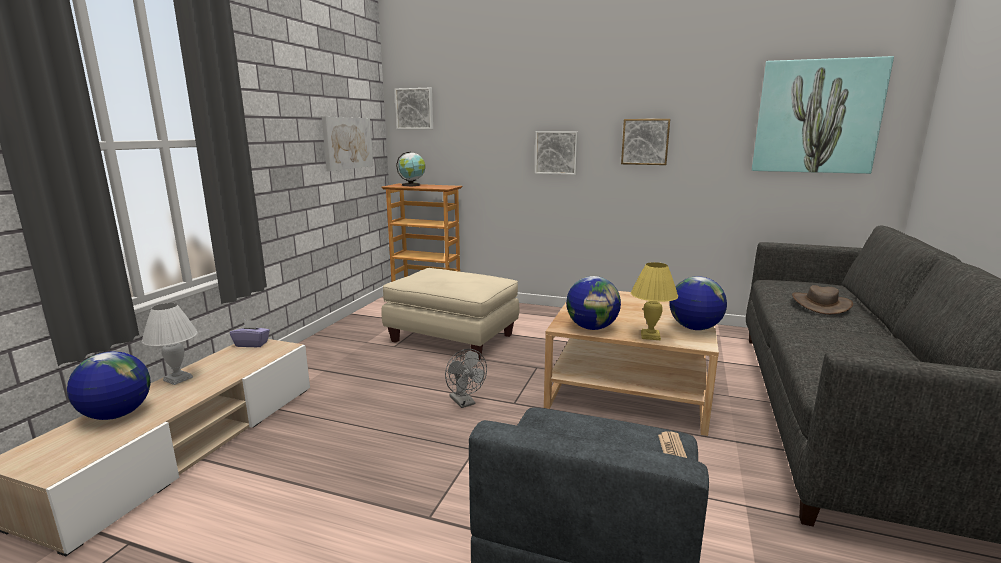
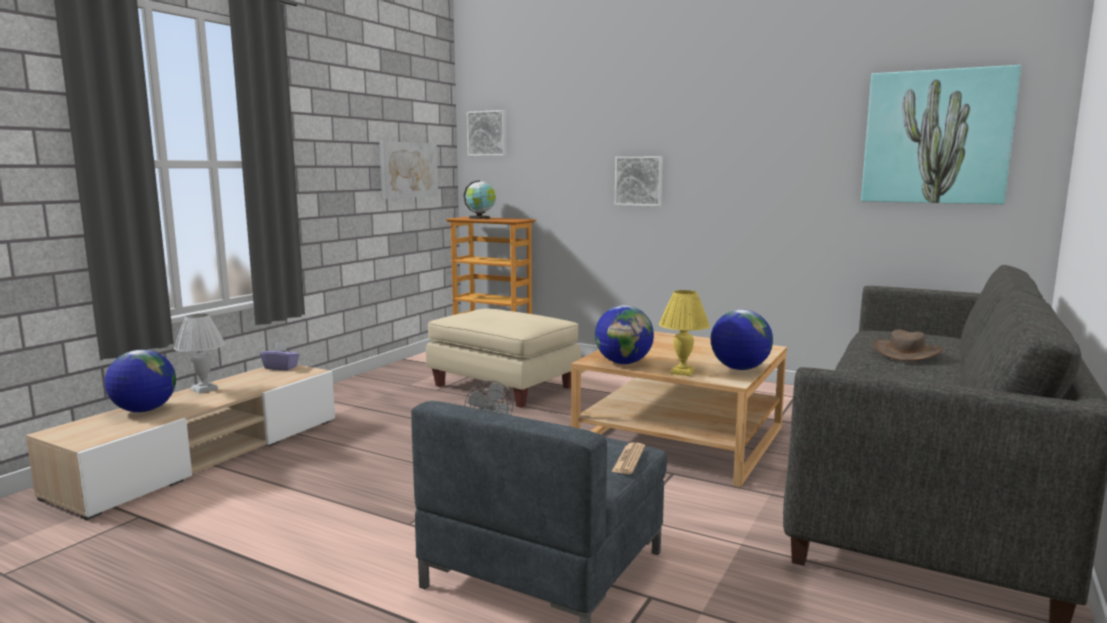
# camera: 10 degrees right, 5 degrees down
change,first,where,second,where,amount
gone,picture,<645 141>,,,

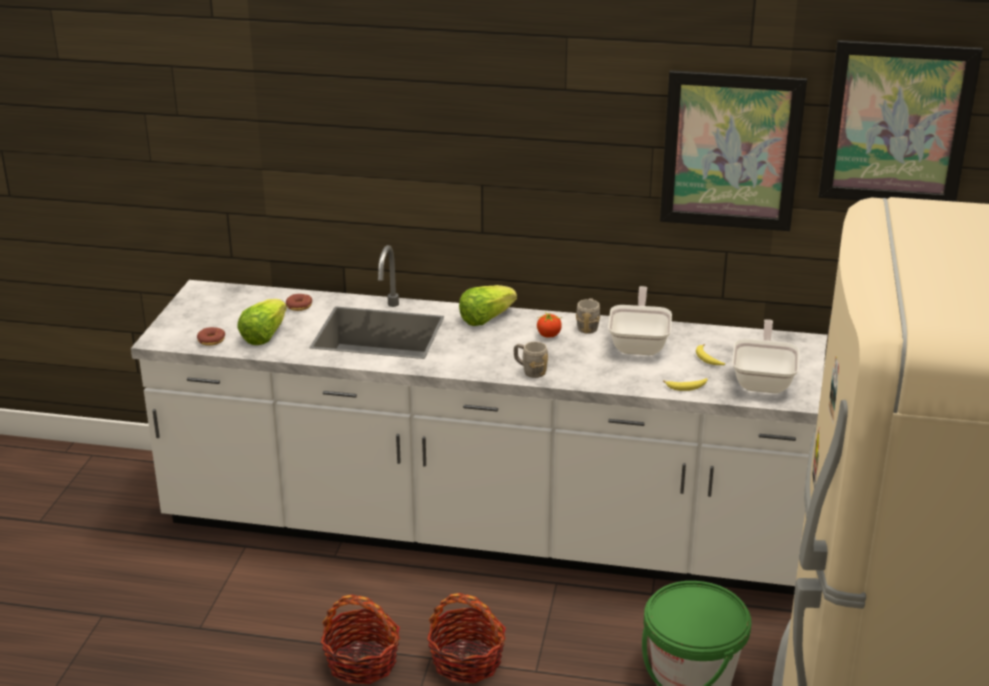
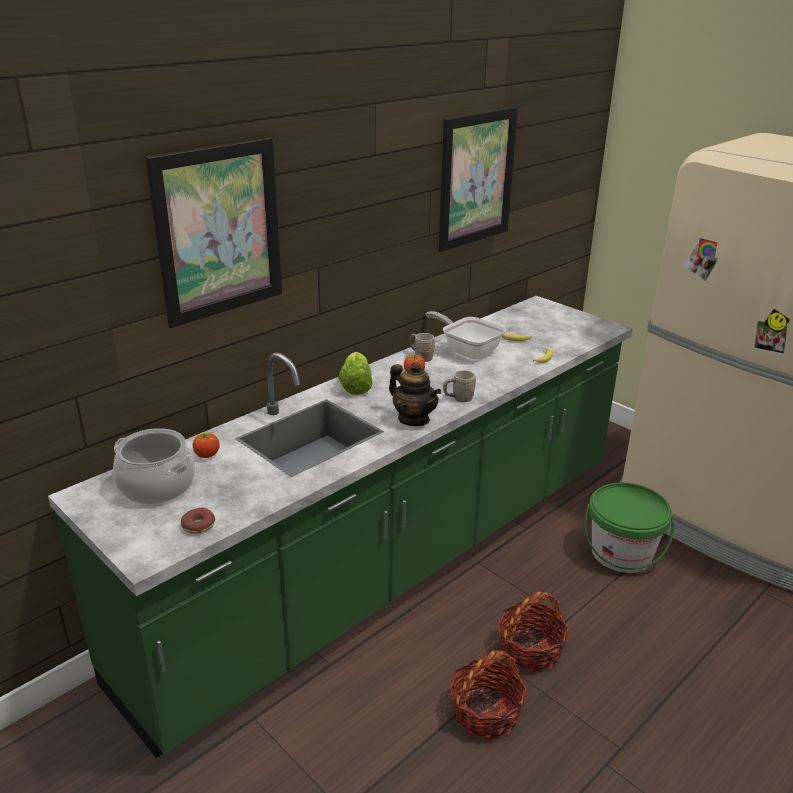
# camera: 55 degrees left, 0 degrees up
change,first,where,second,where,amount
repainted,counter/white,<494 534>,counter/green,<394 564>,
gone,lettuce,<264 335>,,,
swapped,donut,<299 306>,tomato,<207 455>,
gone,frying pan,<764 380>,,,
shifted,picture,<897 124>,,<219 231>,
new,,,cooking pot,<156 486>,
new,,,teapot,<414 419>,

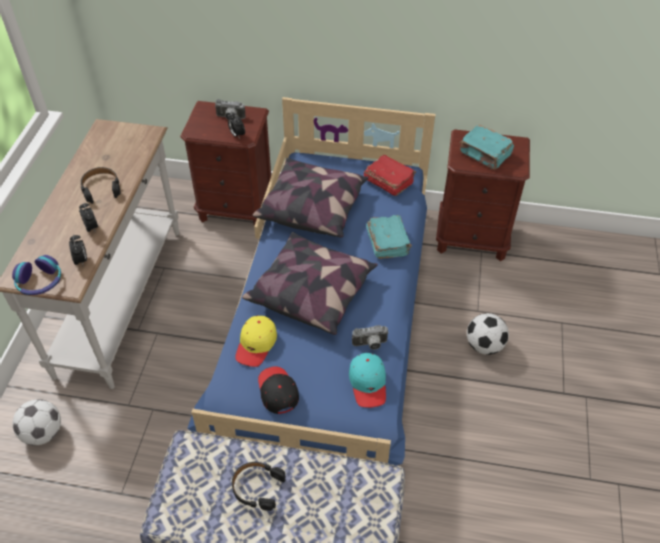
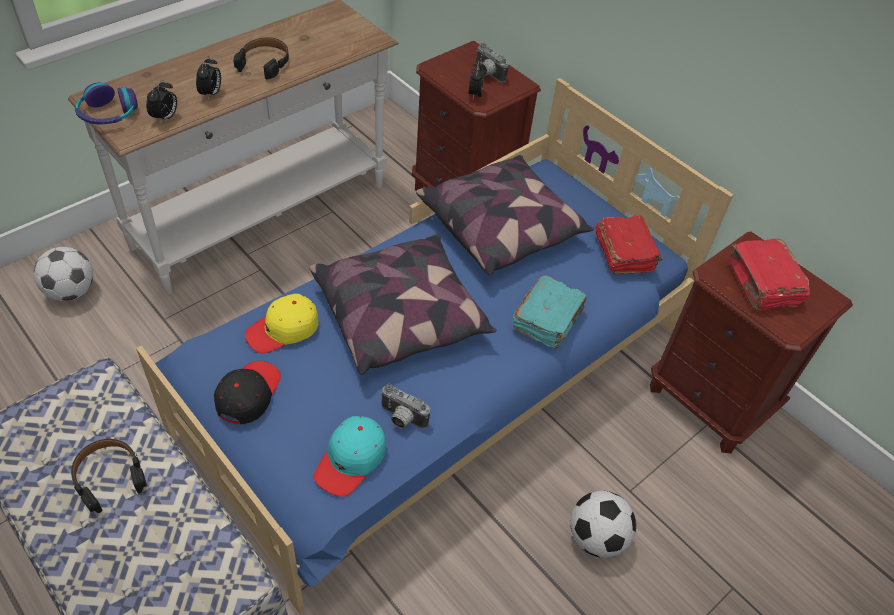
# camera: 35 degrees right, 0 degrees up
change,first,where,second,where,amount
repainted,book/turquoise,<485 154>,book/red,<762 285>,

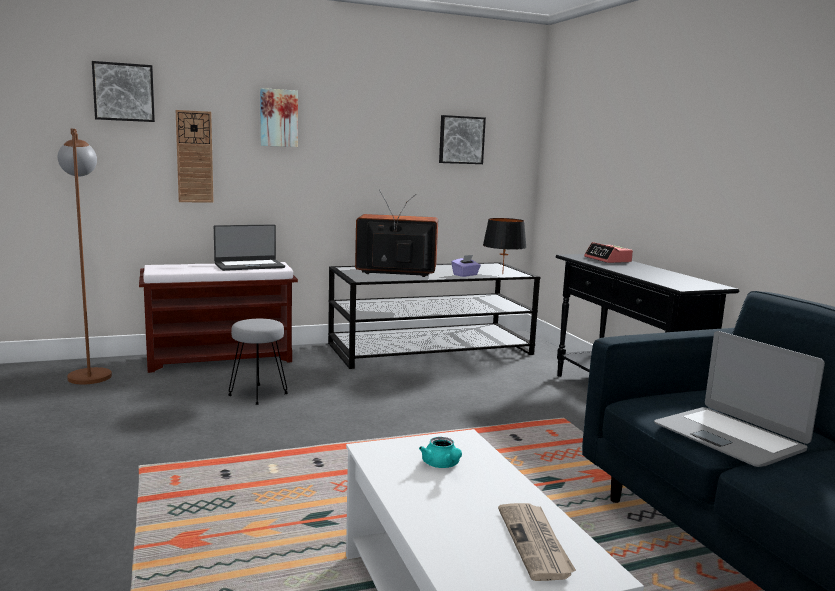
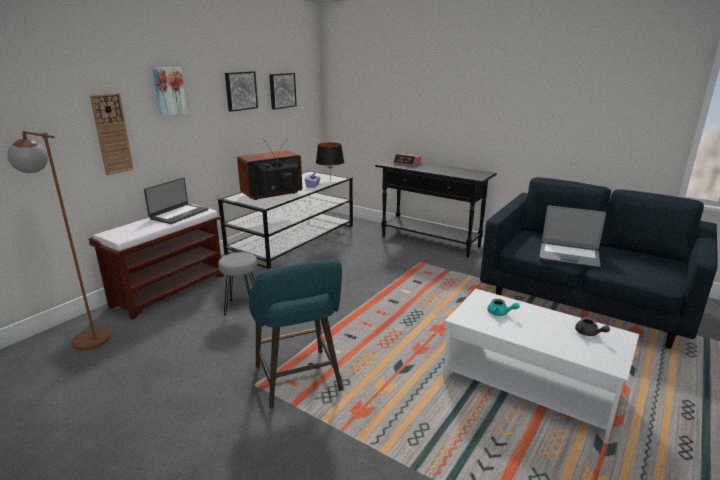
# camera: 35 degrees left, 10 degrees up
change,first,where,second,where,amount
shifted,picture,<124 92>,,<240 90>,
swapped,newspaper,<535 543>,teapot/grey,<589 333>,
new,,,stool/turquoise,<299 382>,

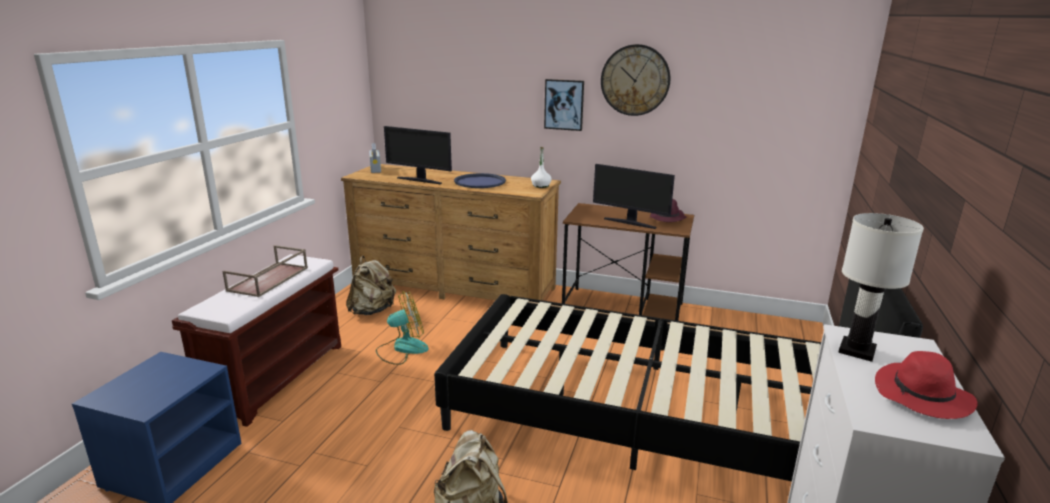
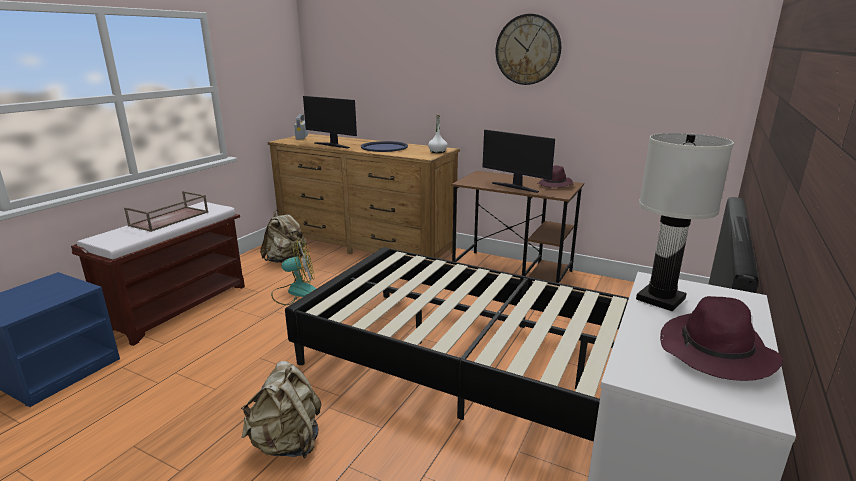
# camera: 10 degrees right, 0 degrees up
change,first,where,second,where,amount
gone,picture,<564 104>,,,
repainted,hat/red,<922 396>,hat/purple,<716 353>,

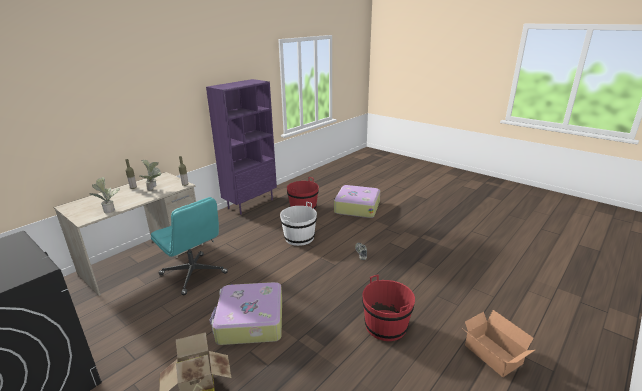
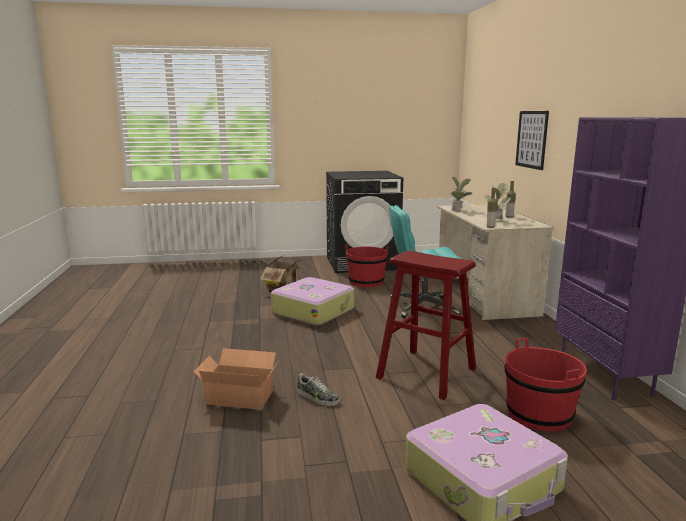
# camera: 130 degrees right, 10 degrees down
change,first,where,second,where,amount
swapped,bucket/white,<299 237>,stool/red,<427 373>,
shifted,bucket/red,<386 325>,,<366 282>,
shifted,cardboard box,<492 356>,,<239 395>,
new,,,picture,<531 139>,

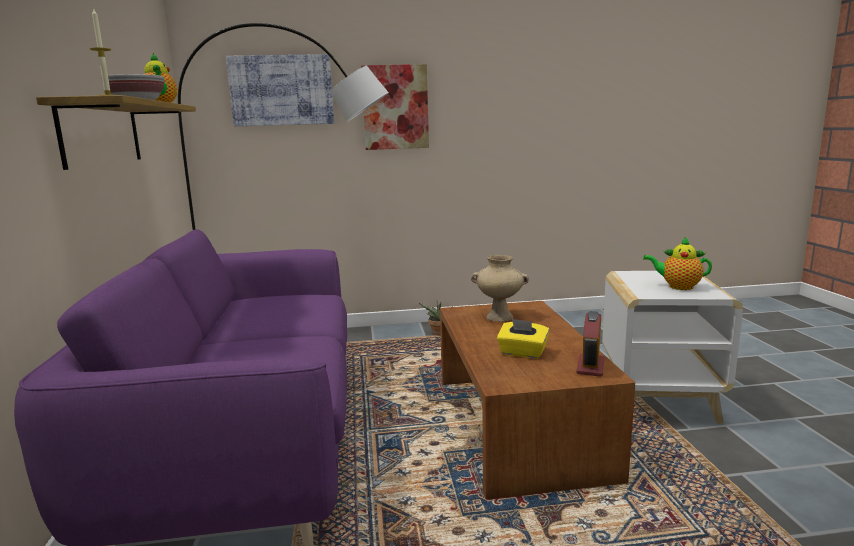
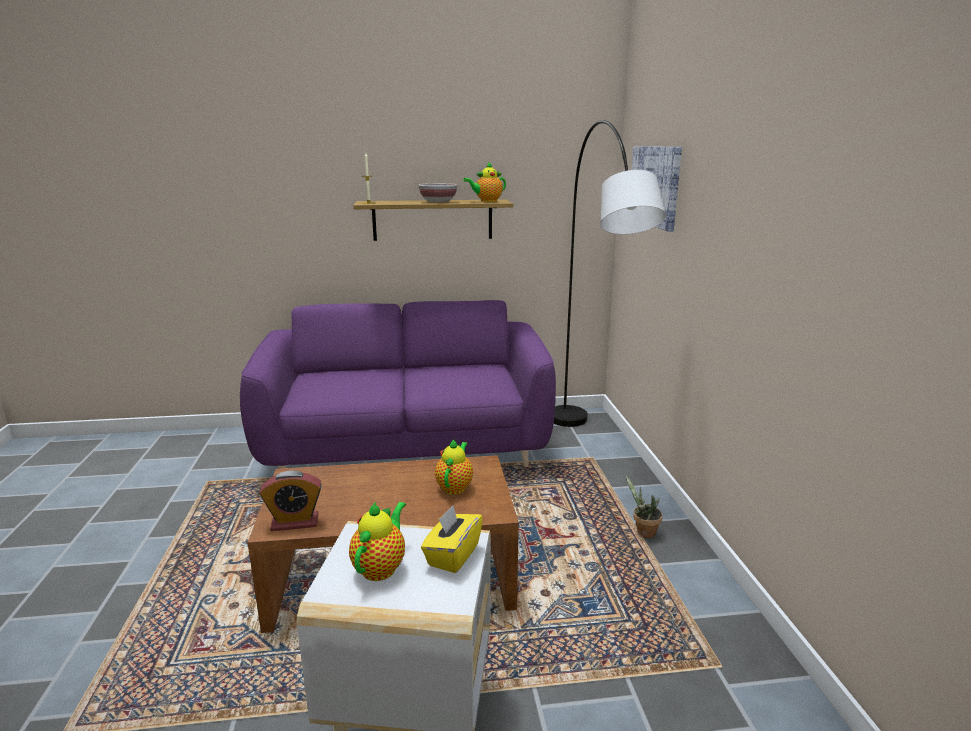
# camera: 90 degrees right, 5 degrees up
change,first,where,second,where,amount
gone,picture,<395 107>,,,
swapped,vase/beige,<500 317>,teapot,<455 486>,
shifted,tissue box/yellow,<522 353>,,<452 555>,
rotated,alarm clock,<590 366>,,<295 522>,150 degrees clockwise

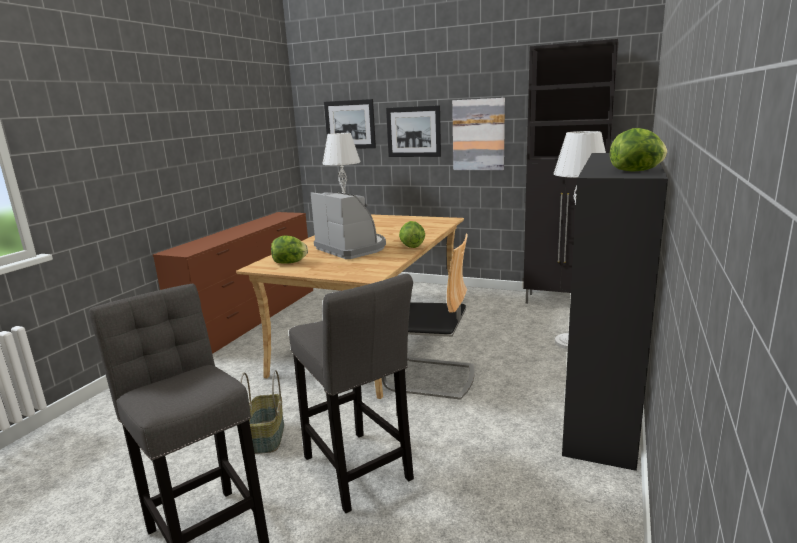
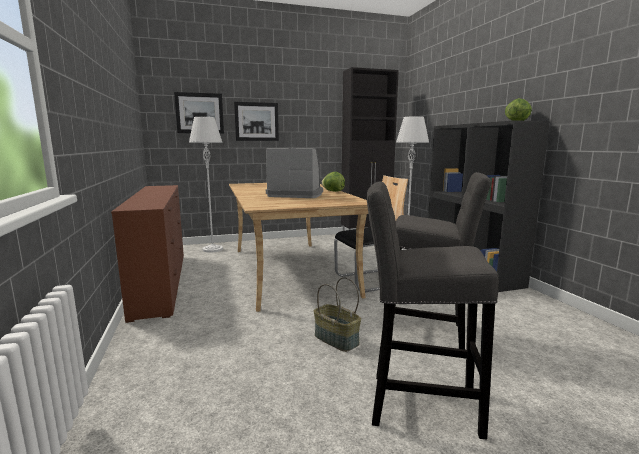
# camera: 40 degrees left, 5 degrees down
change,first,where,second,where,amount
gone,lettuce,<290 263>,,,
gone,picture,<478 135>,,,

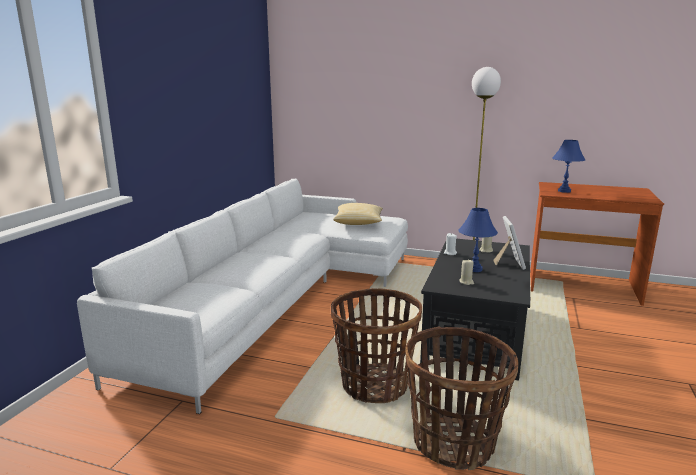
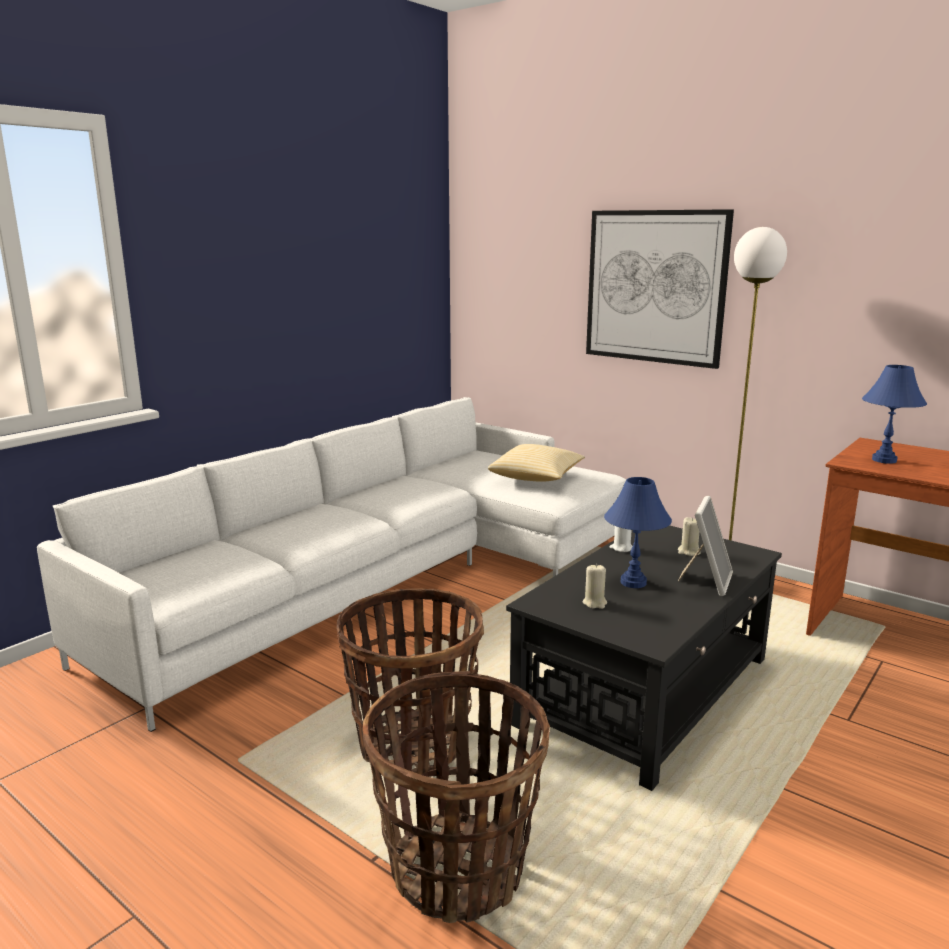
# camera: 20 degrees right, 0 degrees up
change,first,where,second,where,amount
new,,,picture,<655 287>,

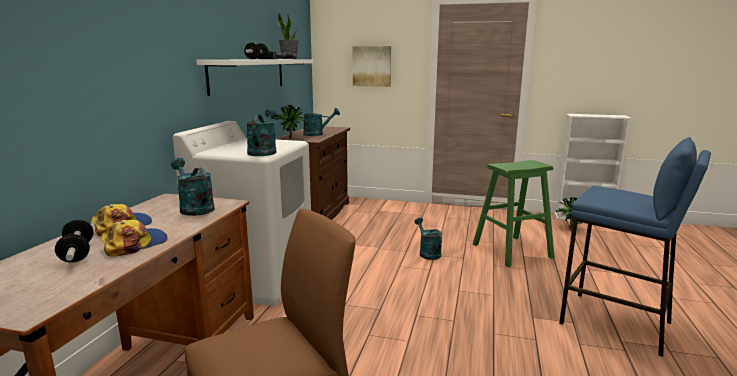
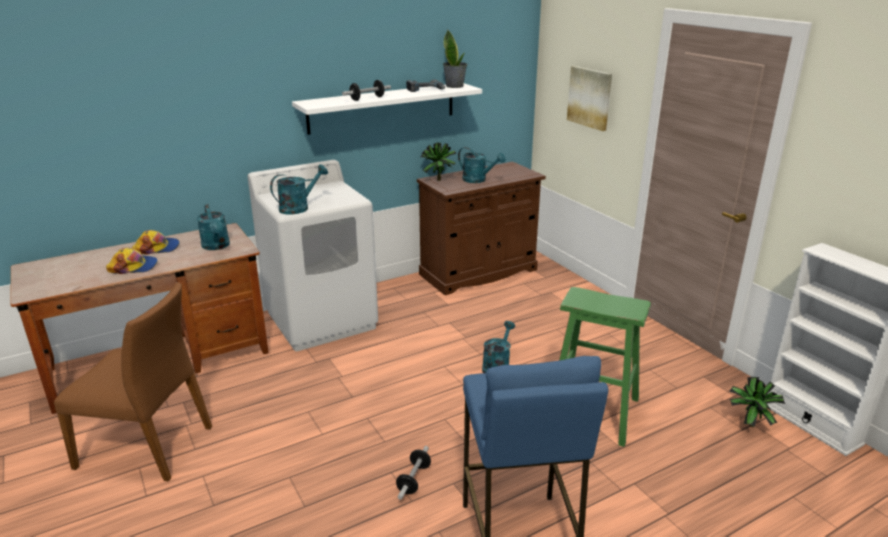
# camera: 45 degrees right, 10 degrees up
change,first,where,second,where,amount
shifted,dumbbell,<77 253>,,<414 480>,
rotated,watering can/turquoise,<194 208>,,<217 246>,150 degrees clockwise

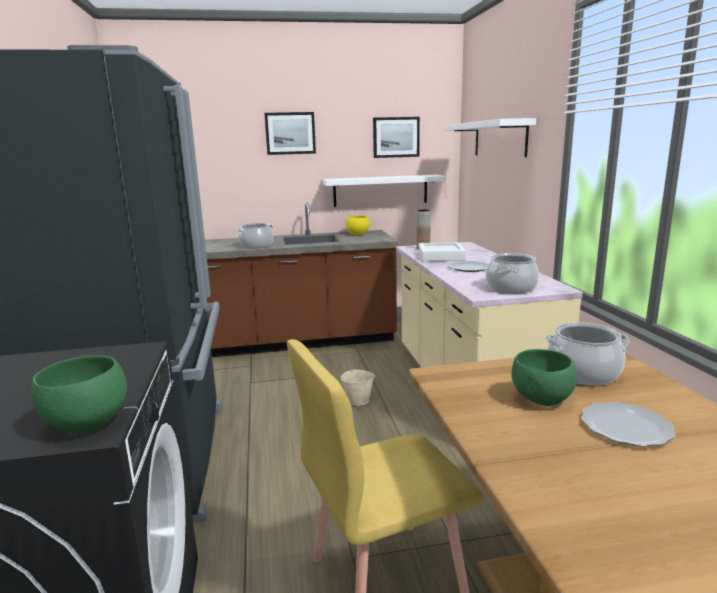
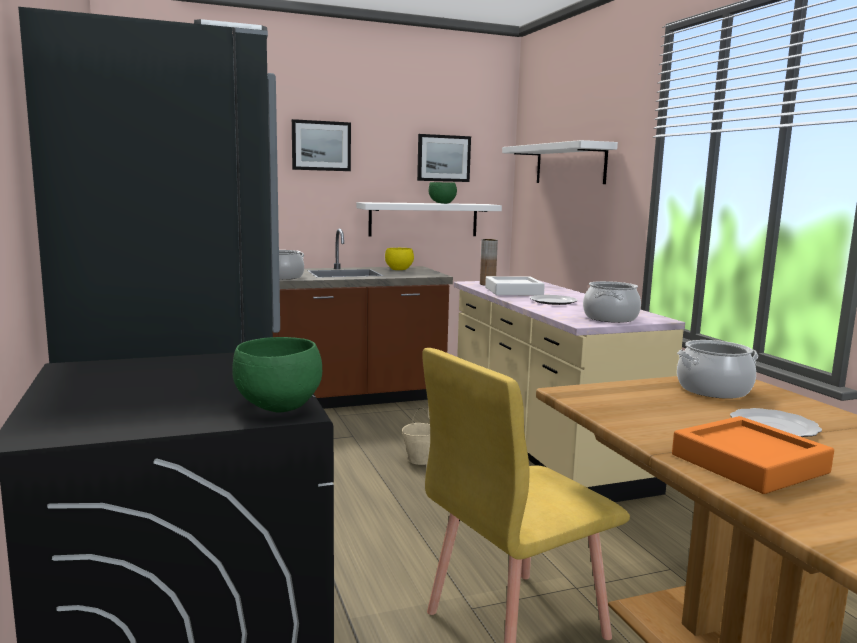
# camera: 10 degrees left, 5 degrees down
change,first,where,second,where,amount
shifted,bowl/green,<542 400>,,<442 203>,
new,,,tray/orange,<749 463>,

